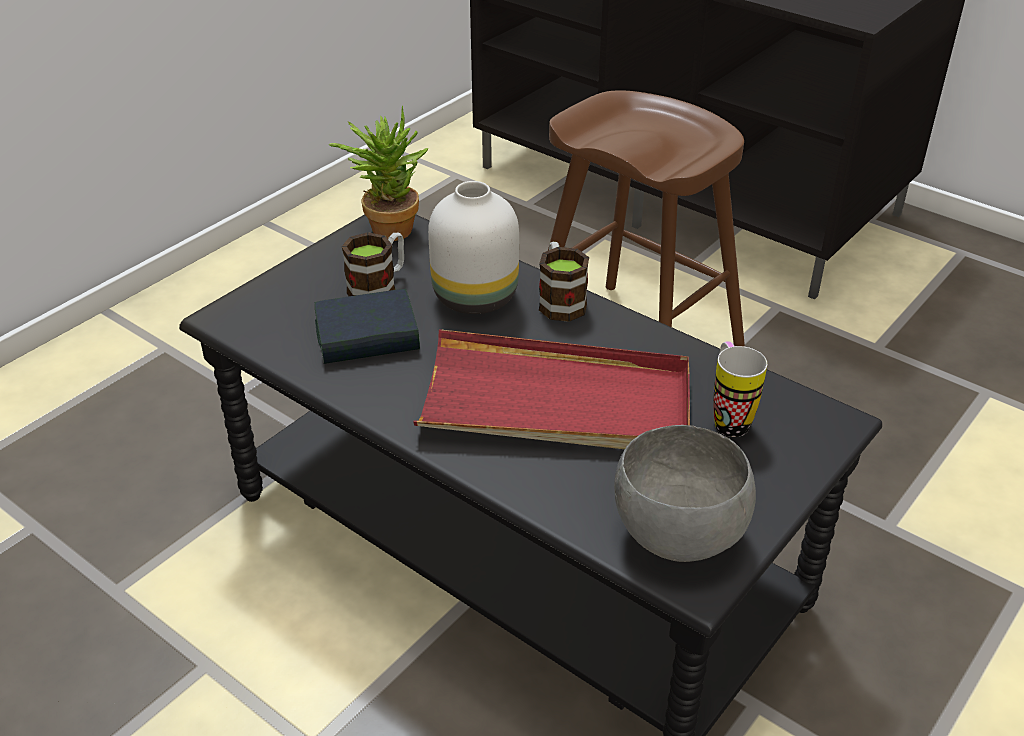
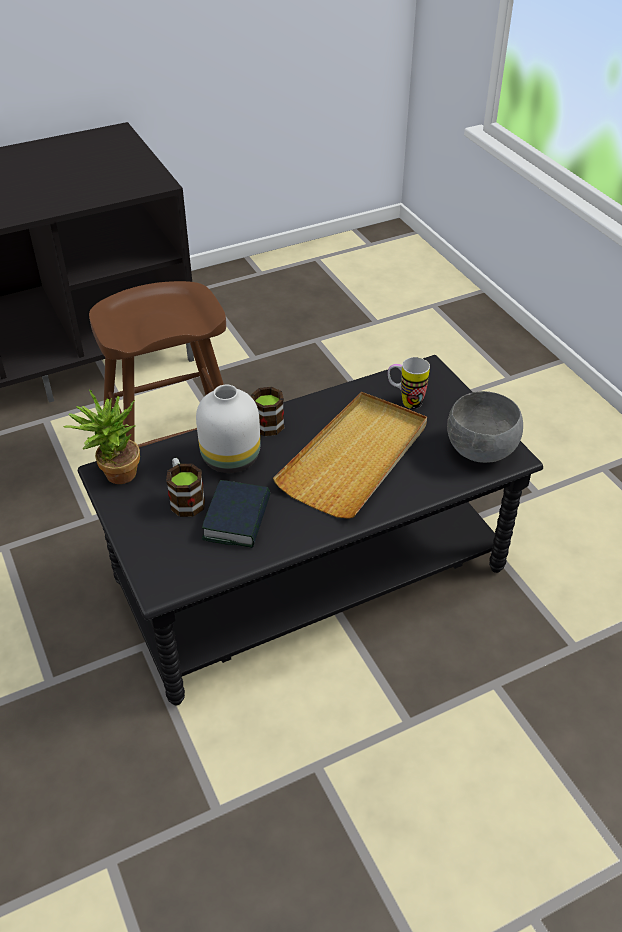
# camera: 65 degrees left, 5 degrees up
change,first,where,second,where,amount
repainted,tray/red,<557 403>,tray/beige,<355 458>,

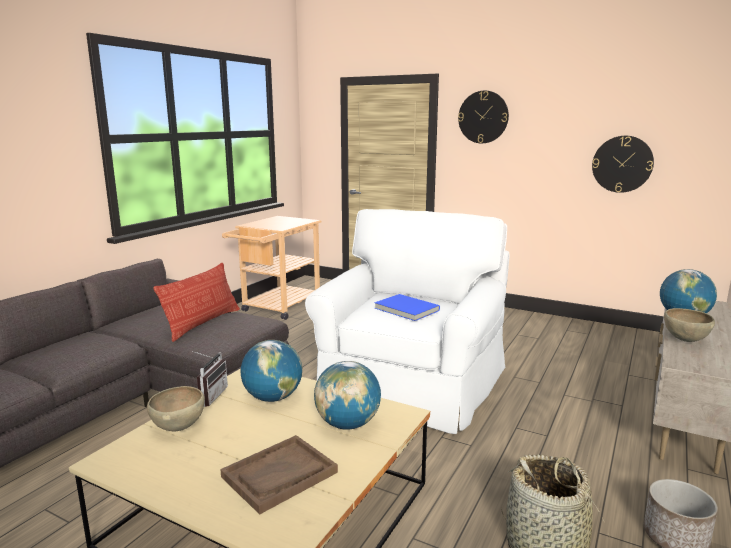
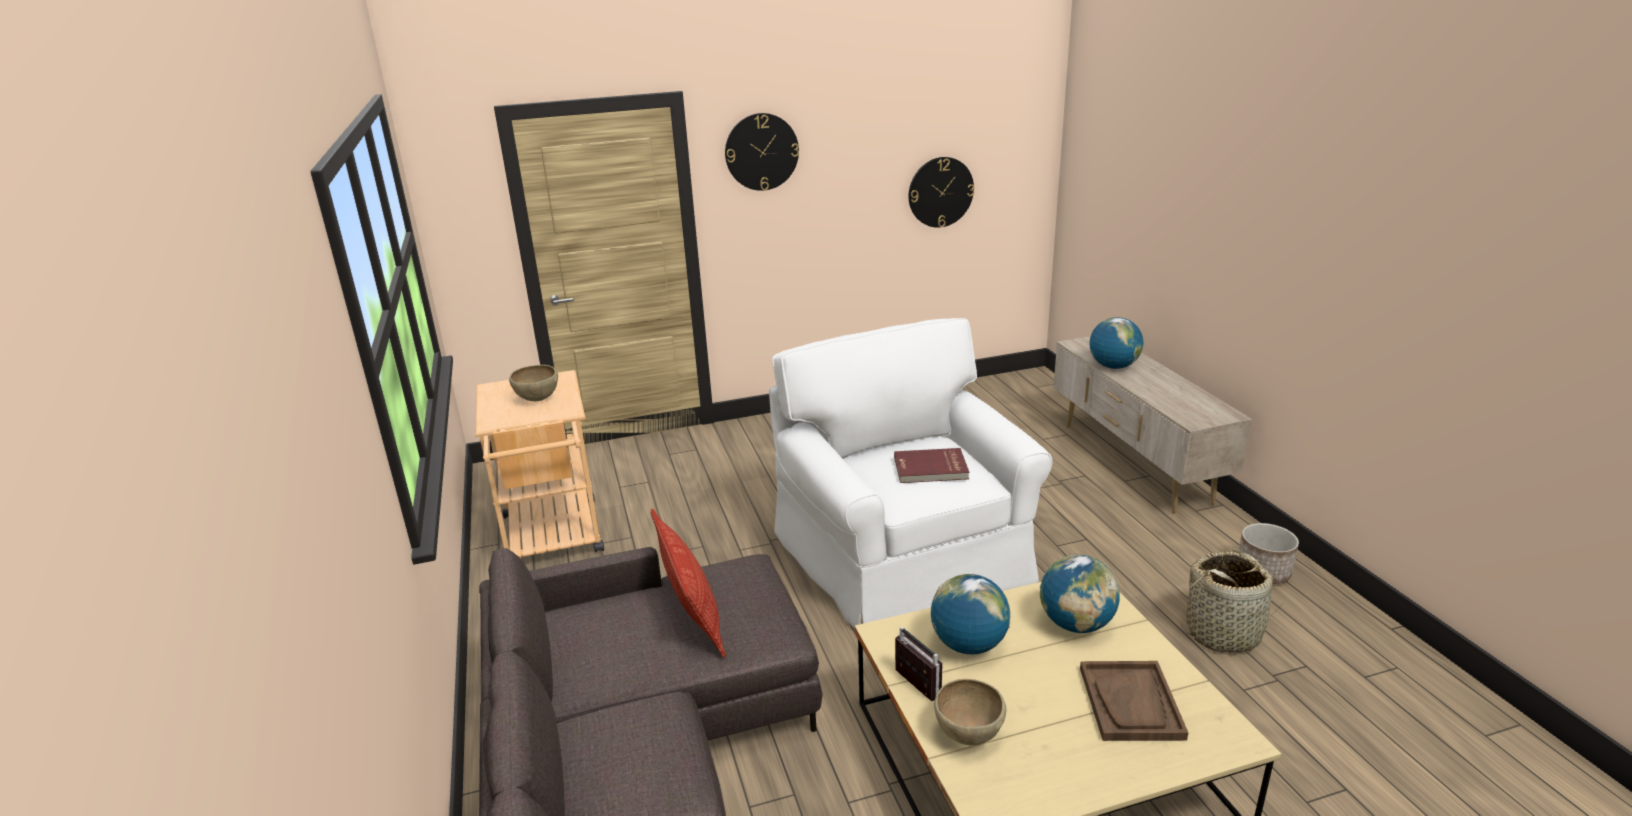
# camera: 45 degrees left, 10 degrees up
change,first,where,second,where,amount
repainted,book/blue,<406 310>,book/red,<931 469>,
shifted,bowl/brown,<684 340>,,<537 400>,

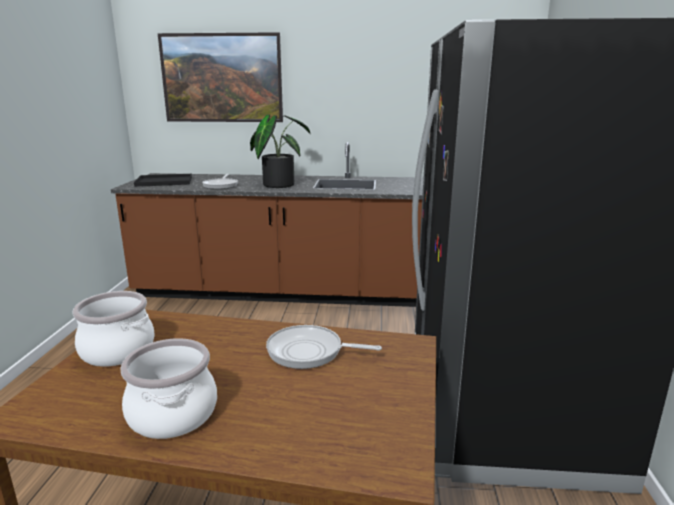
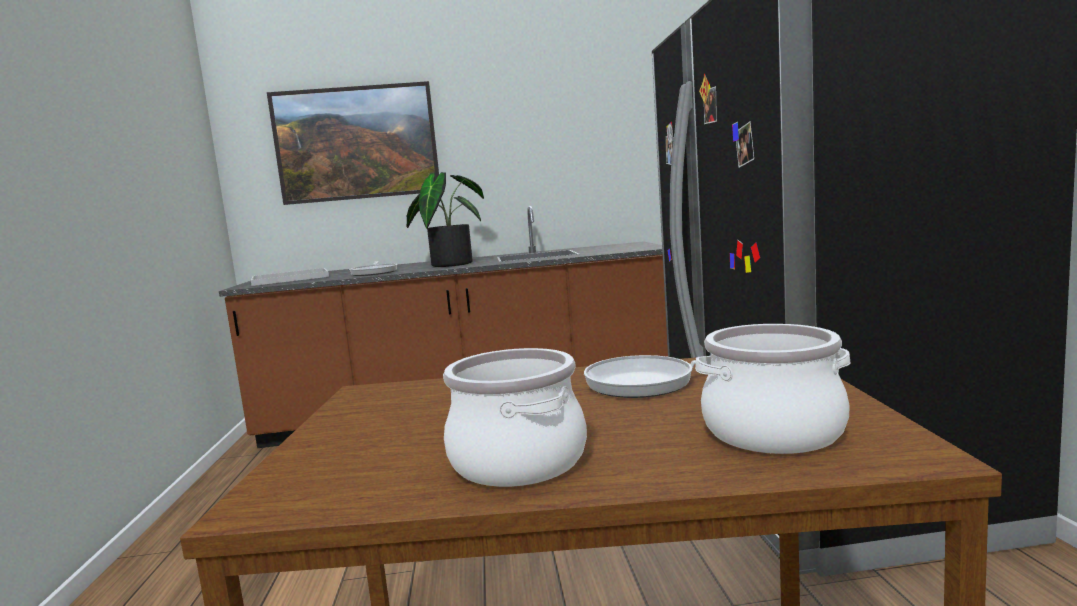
# camera: 10 degrees left, 10 degrees down
change,first,where,second,where,amount
shifted,cooking pot,<118 350>,,<772 431>,
repainted,tray/black,<165 181>,tray/white,<292 278>,

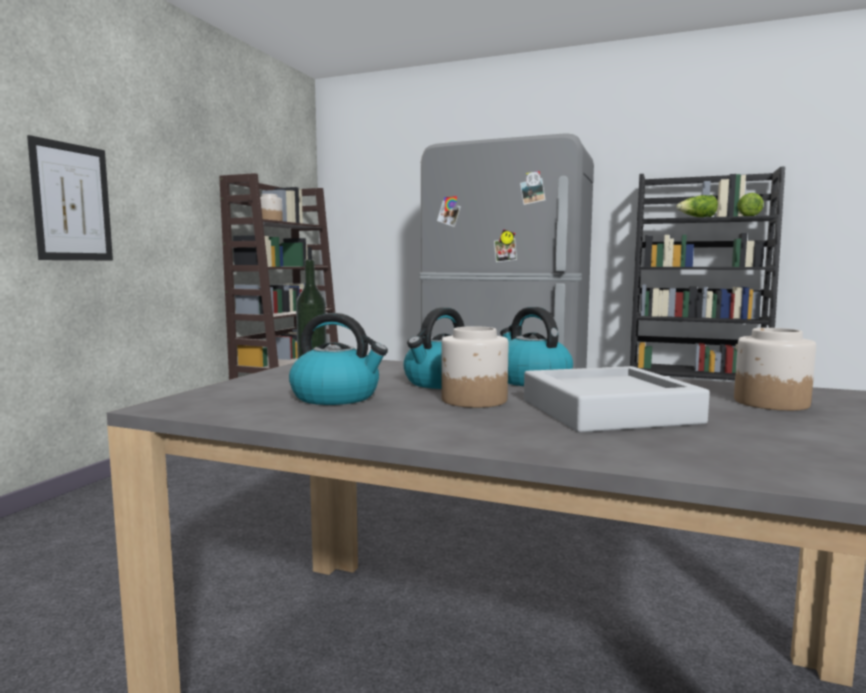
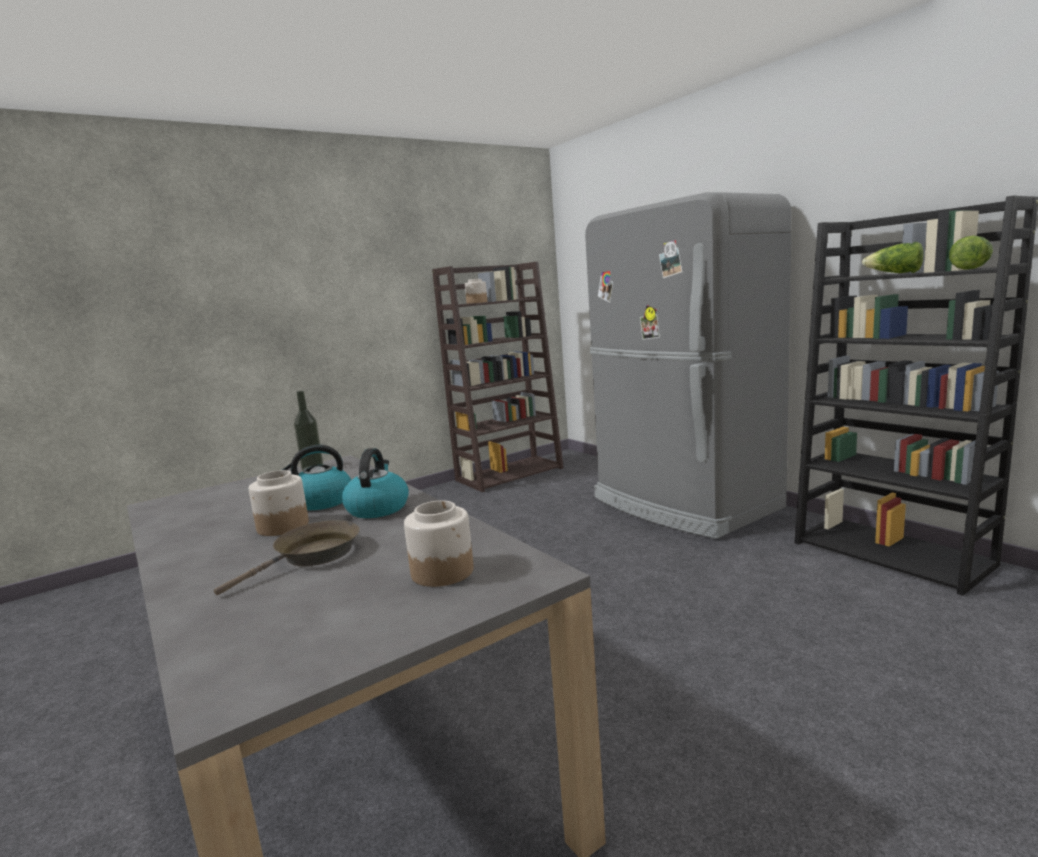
# camera: 35 degrees right, 5 degrees up
change,first,where,second,where,amount
gone,picture,<72 202>,,,
gone,kettle,<337 397>,,,
swapped,tray/grey,<608 411>,frying pan/brown,<312 556>,

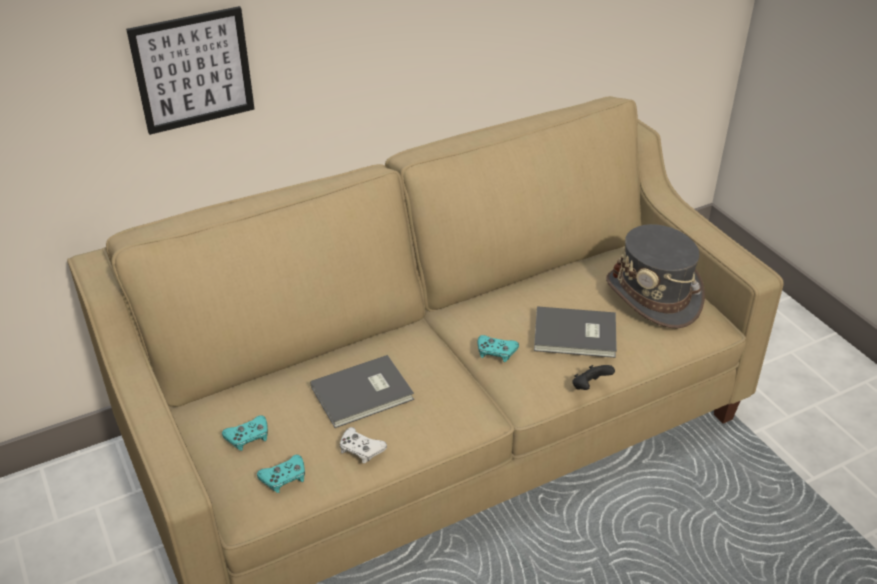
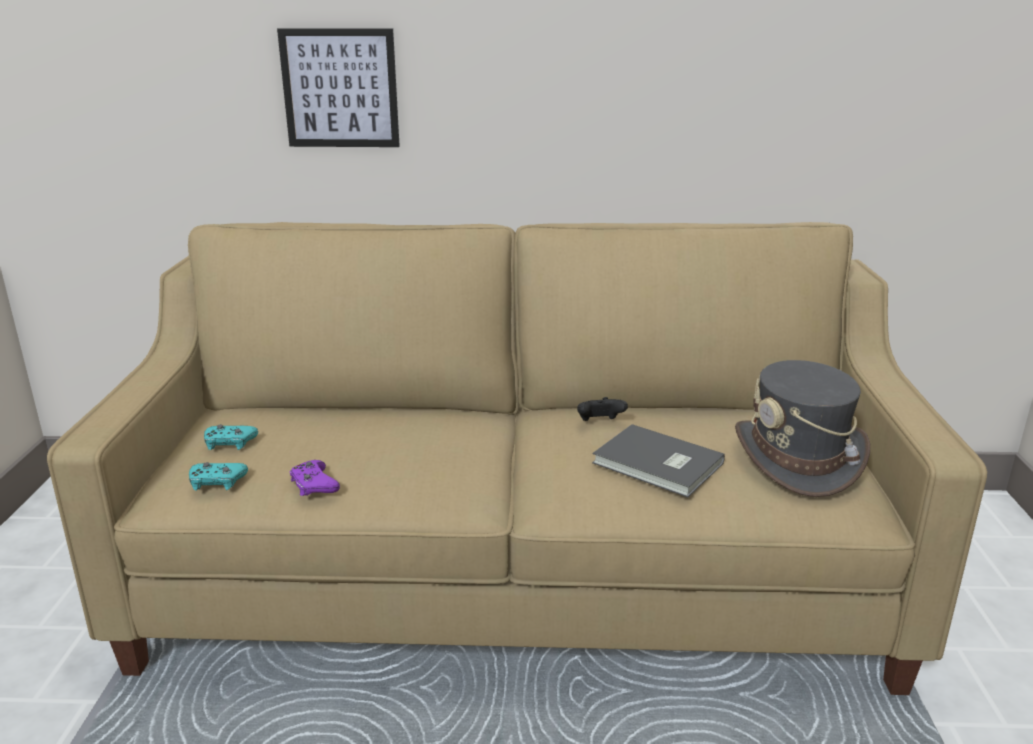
# camera: 30 degrees right, 15 degrees down
change,first,where,second,where,amount
gone,book/grey,<364 394>,,,
repainted,game controller/white,<361 449>,game controller/purple,<313 485>,
gone,game controller/turquoise,<496 352>,,,
shifted,game controller/black,<590 387>,,<599 423>,

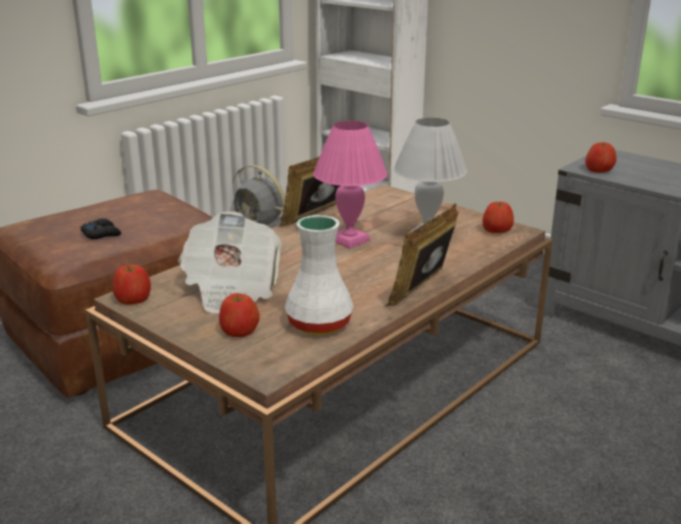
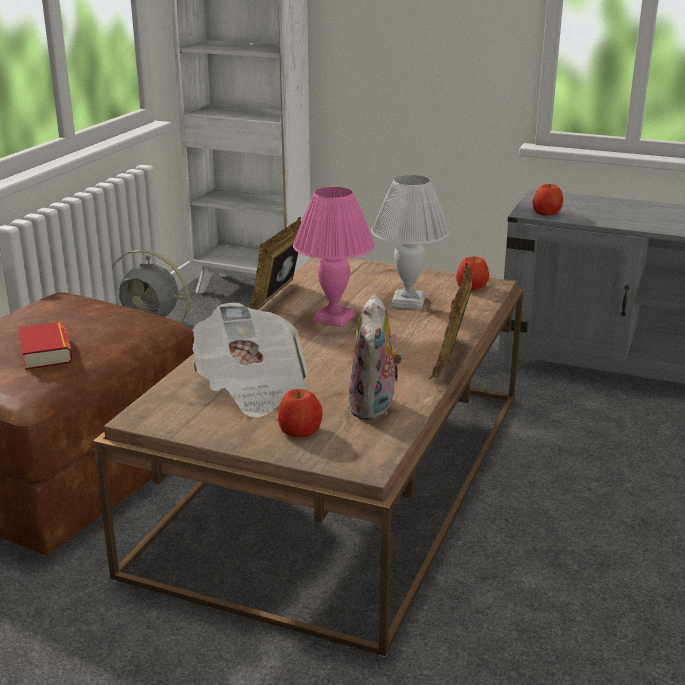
# camera: 20 degrees left, 0 degrees up
change,first,where,second,where,amount
swapped,game controller/black,<101 234>,book,<46 352>,
gone,apple,<133 298>,,,
swapped,vase/white,<318 323>,plush toy,<374 408>,

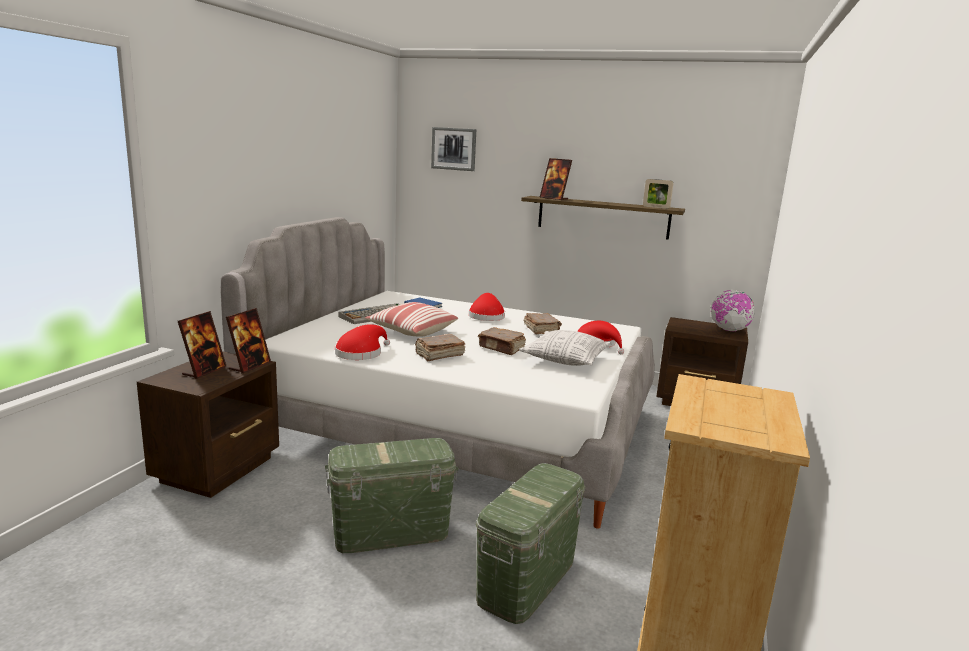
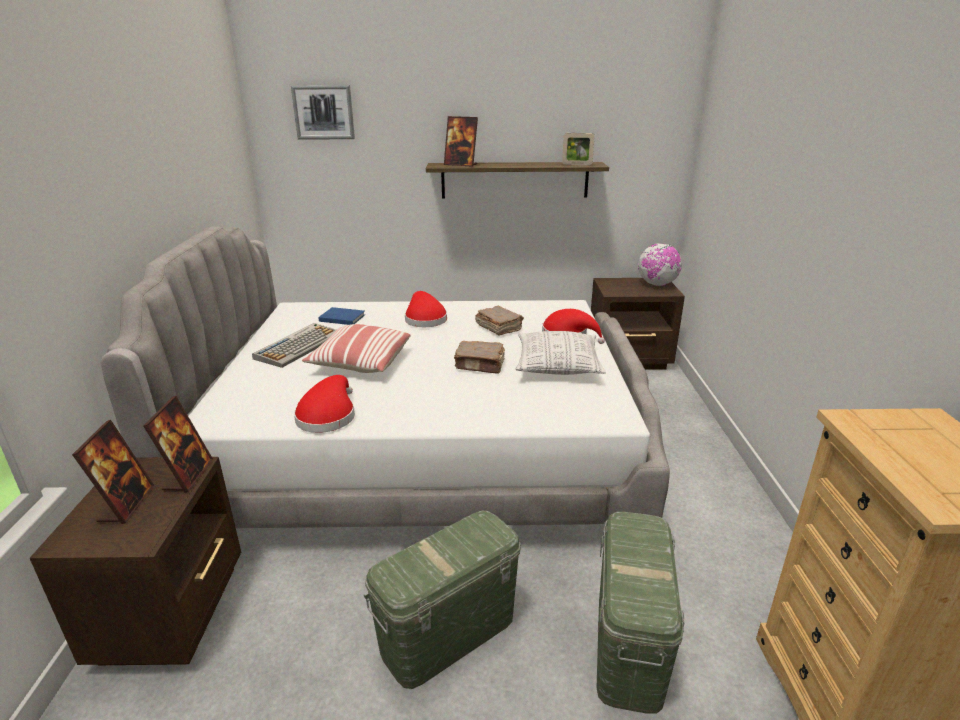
# camera: 20 degrees left, 10 degrees up
change,first,where,second,where,amount
gone,book/brown,<439 355>,,,

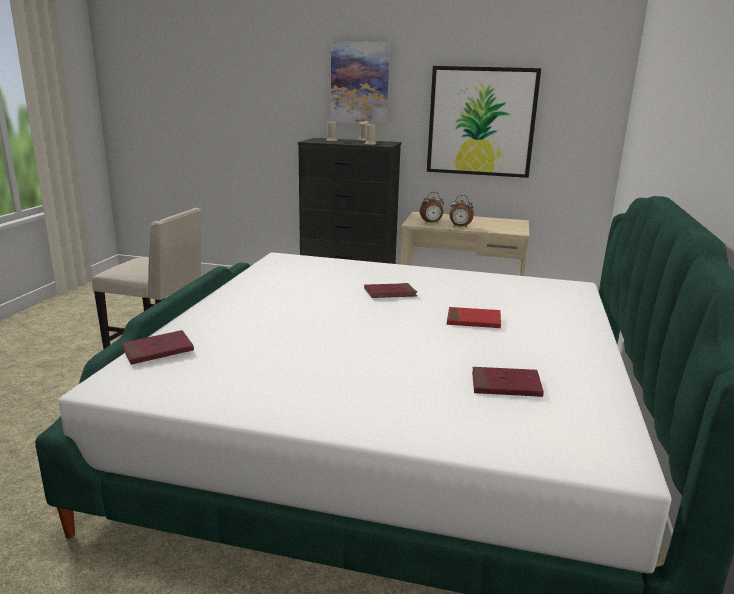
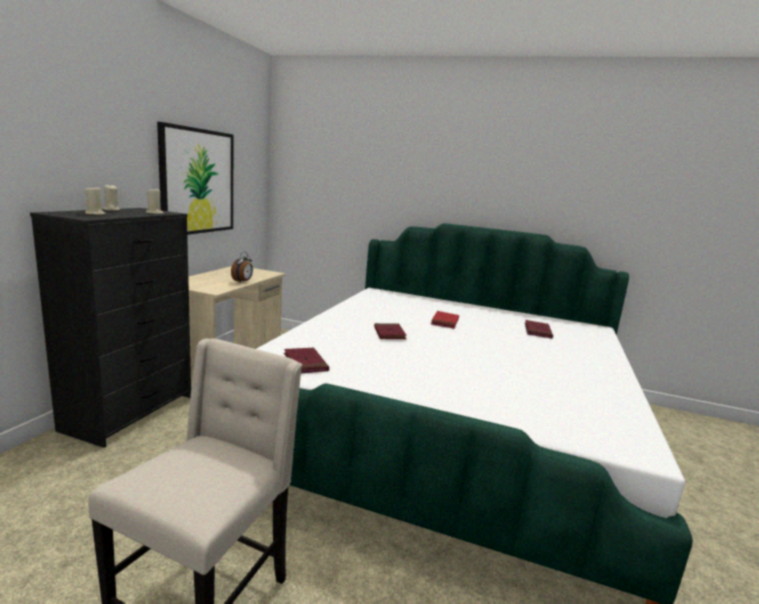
# camera: 85 degrees left, 5 degrees down
change,first,where,second,where,amount
shifted,book/red,<158 350>,,<305 363>,
gone,picture,<360 83>,,,
gone,alarm clock,<431 223>,,,

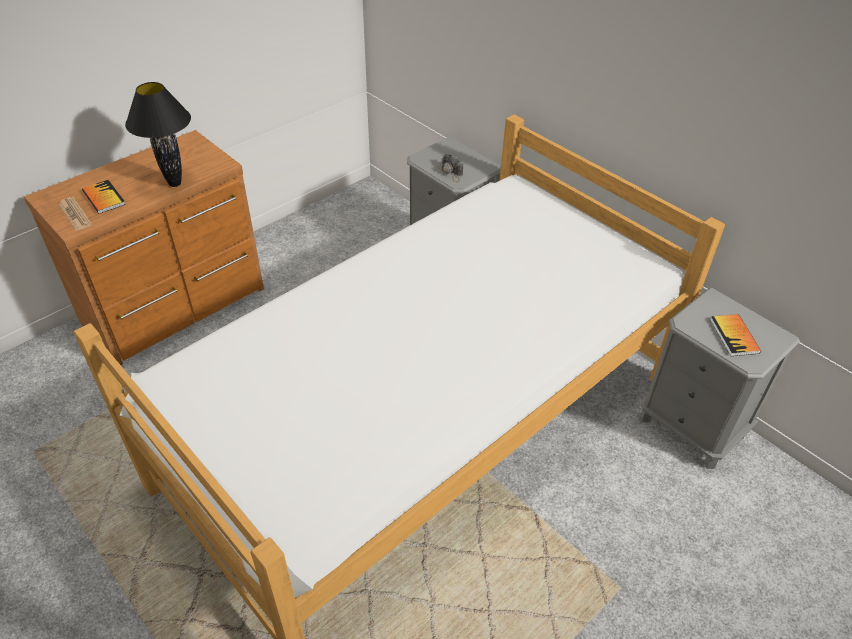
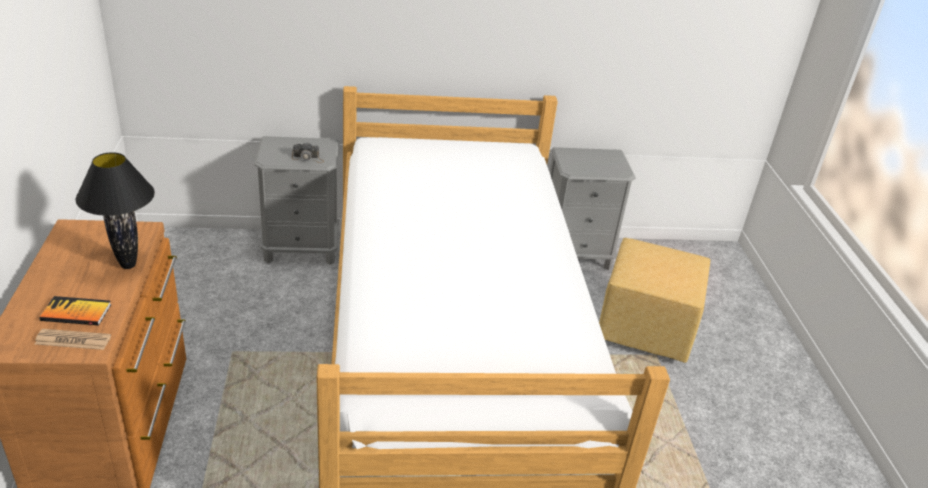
# camera: 55 degrees left, 10 degrees down
change,first,where,second,where,amount
gone,book,<734 336>,,,
new,,,ottoman/yellow,<645 328>,

